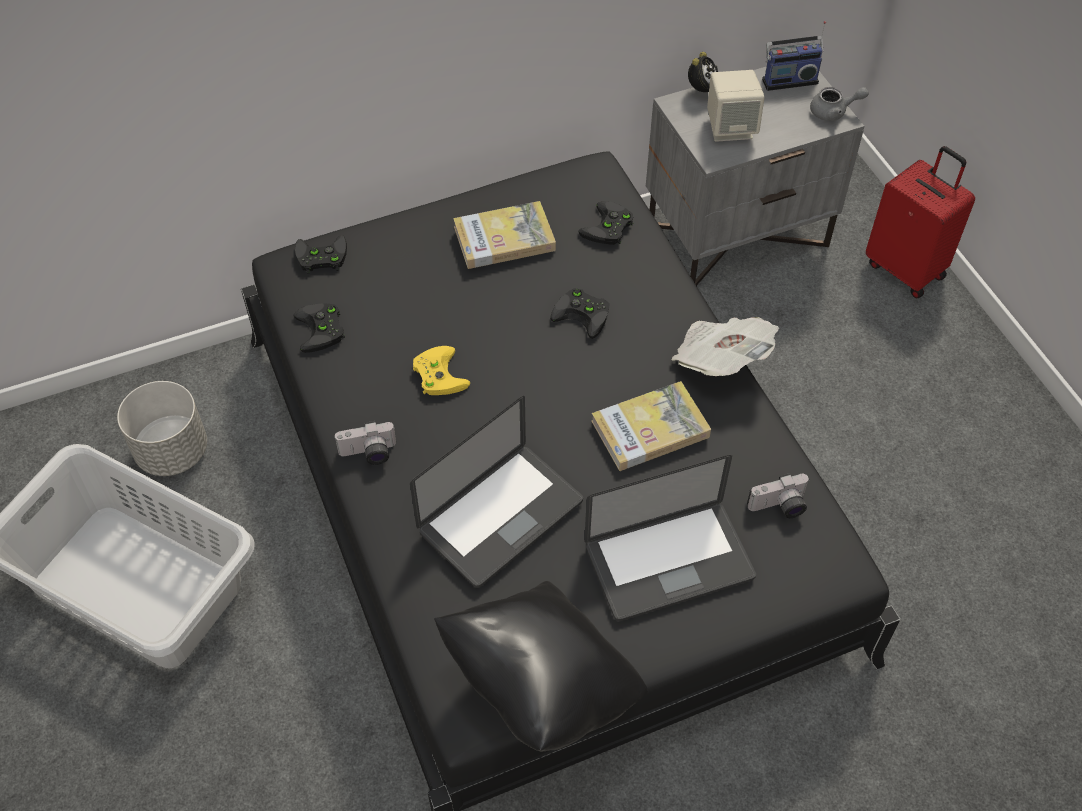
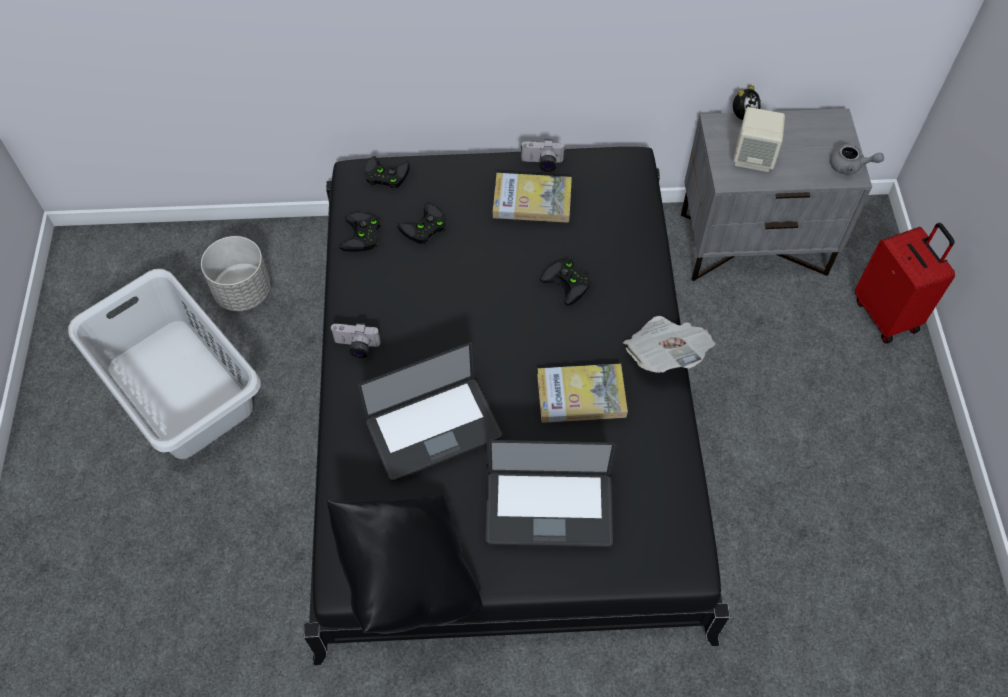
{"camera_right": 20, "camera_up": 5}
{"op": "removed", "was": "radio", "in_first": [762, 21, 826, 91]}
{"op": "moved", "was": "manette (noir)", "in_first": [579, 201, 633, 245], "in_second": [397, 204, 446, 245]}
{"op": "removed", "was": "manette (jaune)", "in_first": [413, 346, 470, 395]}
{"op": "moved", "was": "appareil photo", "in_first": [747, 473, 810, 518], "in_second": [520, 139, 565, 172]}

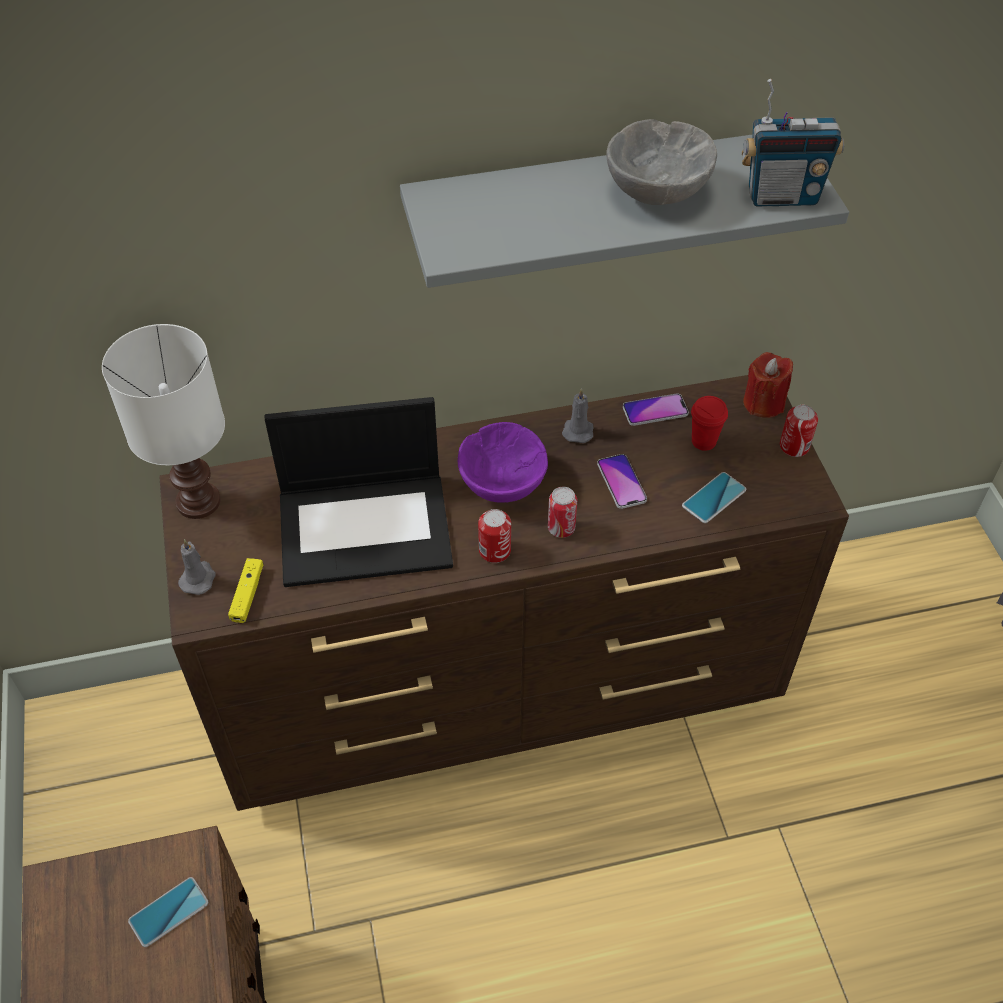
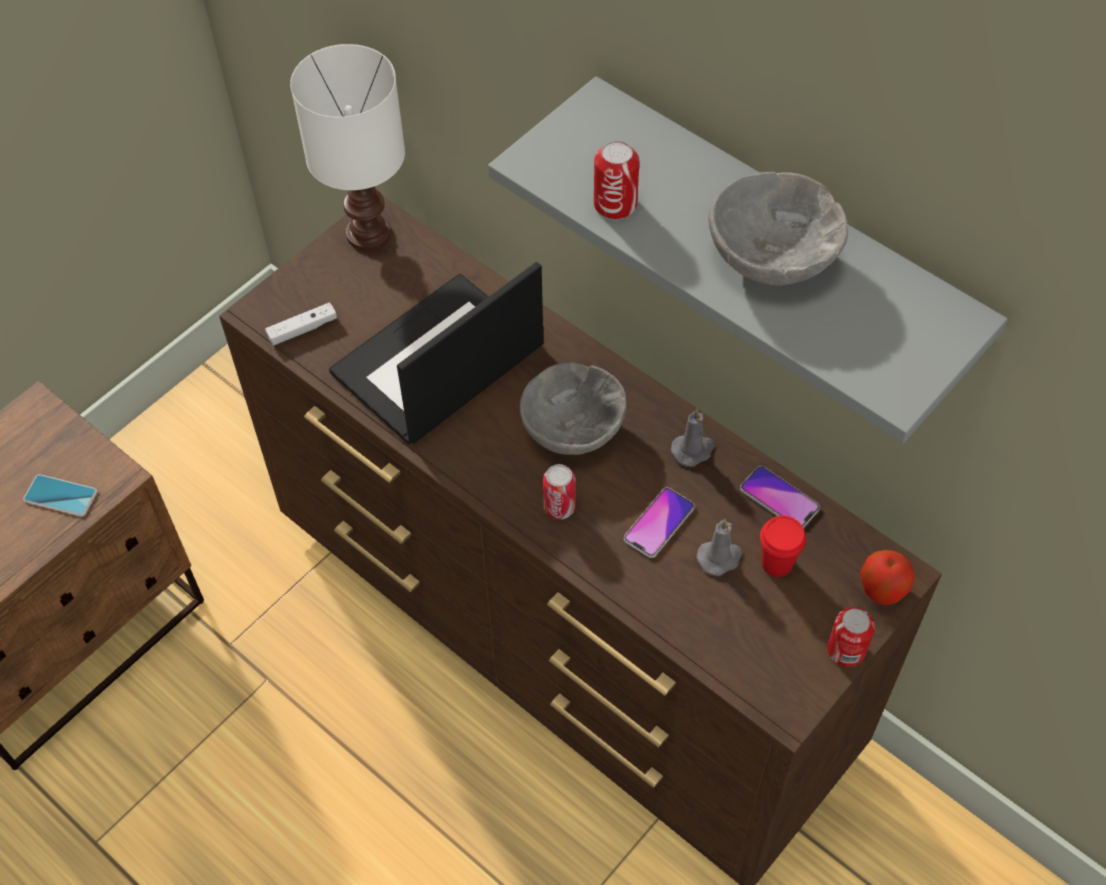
{"camera_right": 55, "camera_up": 5}
{"op": "removed", "was": "radio", "in_first": [742, 79, 844, 207]}
{"op": "replaced", "was": "bougie (rouge)", "now": "pomme", "in_first": [743, 352, 793, 418], "in_second": [860, 550, 915, 605]}
{"op": "turned", "was": "ordinateur portable", "in_first": [265, 397, 453, 587], "in_second": [329, 262, 544, 444], "clockwise": 90}
{"op": "recoloured", "was": "bol (violet)", "now": "bol (gris)", "in_first": [458, 422, 548, 503], "in_second": [520, 362, 627, 455]}
{"op": "removed", "was": "téléphone", "in_first": [682, 472, 746, 523]}
{"op": "moved", "was": "boîte métallique", "in_first": [478, 509, 511, 563], "in_second": [594, 141, 639, 220]}
{"op": "moved", "was": "bougie (gris)", "in_first": [178, 539, 216, 595], "in_second": [697, 519, 743, 576]}
{"op": "recoloured", "was": "manette (jaune)", "now": "manette (blanc)", "in_first": [228, 558, 264, 623], "in_second": [265, 302, 337, 346]}

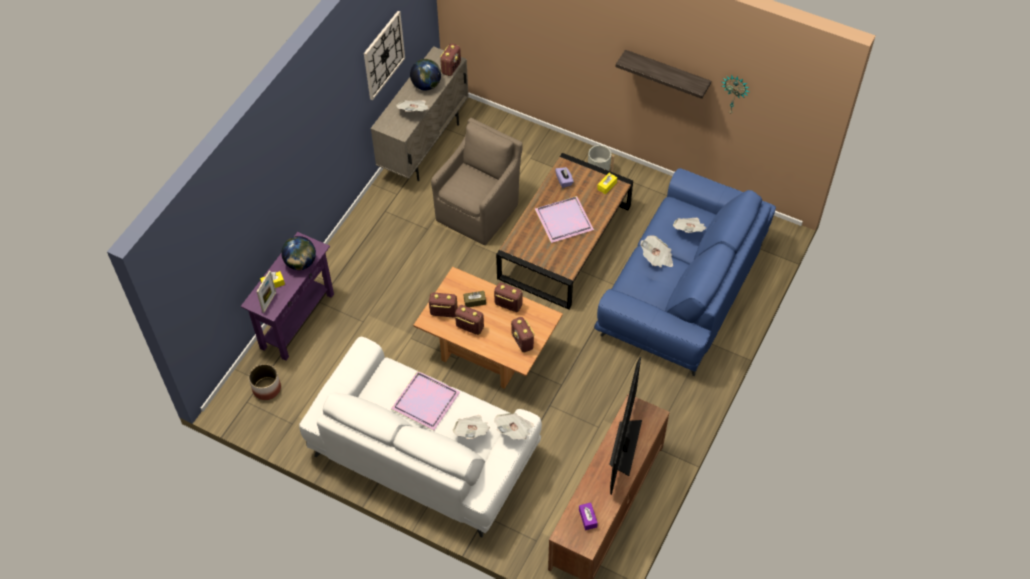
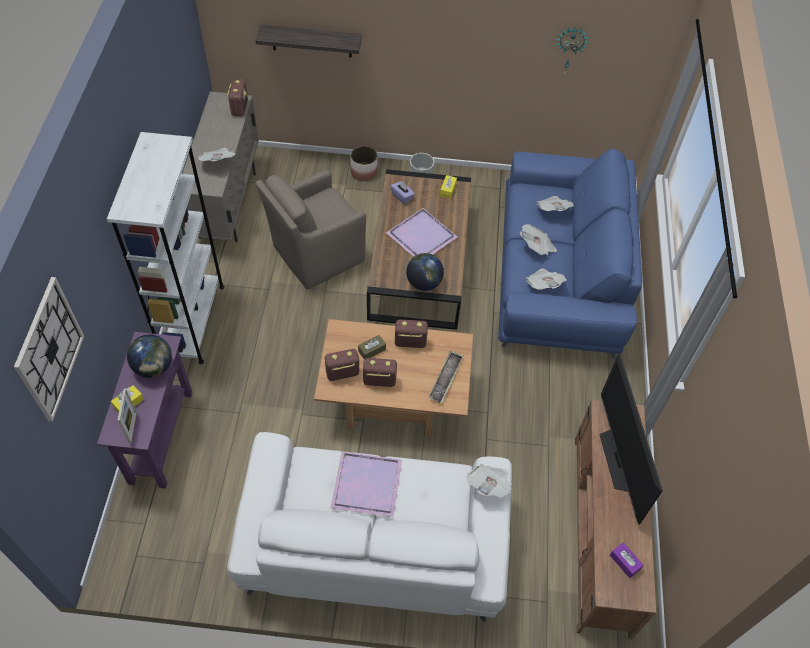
{"camera_right": -25, "camera_up": 0}
{"op": "moved", "was": "horloge murale", "in_first": [364, 11, 405, 100], "in_second": [14, 277, 84, 422]}
{"op": "moved", "was": "étagère", "in_first": [616, 50, 711, 99], "in_second": [255, 25, 362, 58]}
{"op": "moved", "was": "globe", "in_first": [410, 59, 441, 90], "in_second": [406, 253, 444, 291]}
{"op": "turned", "was": "fauteuil (marron)", "in_first": [431, 118, 523, 245], "in_second": [255, 170, 366, 289], "clockwise": -135}
{"op": "replaced", "was": "radio", "now": "plateau", "in_first": [511, 317, 535, 353], "in_second": [428, 351, 463, 403]}
{"op": "moved", "was": "cache-pot", "in_first": [249, 364, 281, 400], "in_second": [350, 146, 378, 181]}
{"op": "moved", "was": "journal", "in_first": [453, 415, 490, 439], "in_second": [526, 269, 566, 290]}
{"op": "added", "now": "bibliothèque (blanc)", "in_second": [107, 132, 224, 364]}

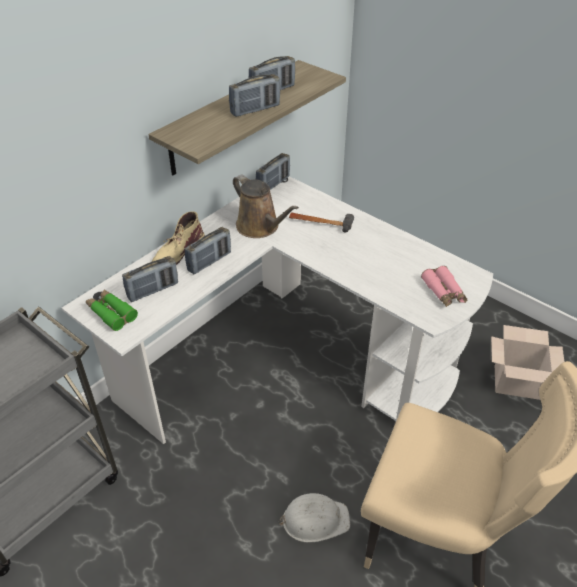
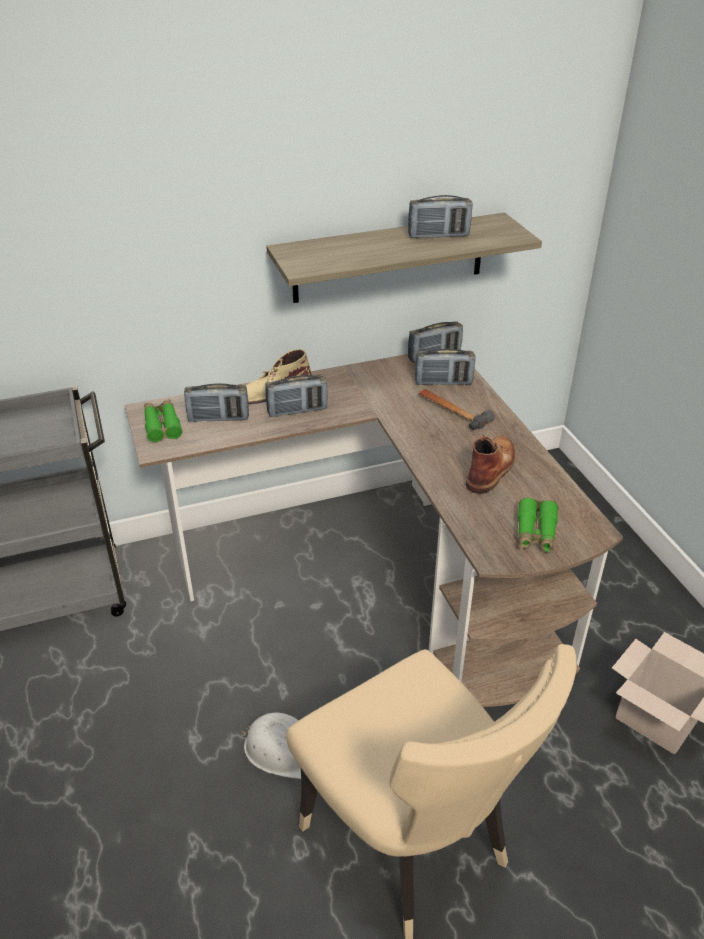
{"camera_right": 30, "camera_up": -5}
{"op": "moved", "was": "radio", "in_first": [229, 74, 280, 117], "in_second": [415, 349, 475, 385]}
{"op": "removed", "was": "arrosoir (marron)", "in_first": [233, 175, 299, 238]}
{"op": "recoloured", "was": "bureau (blanc)", "now": "bureau (marron)", "in_first": [62, 176, 493, 444], "in_second": [125, 354, 623, 707]}
{"op": "recoloured", "was": "jumelles (rose)", "now": "jumelles (vert)", "in_first": [421, 266, 467, 307], "in_second": [518, 497, 559, 553]}
{"op": "added", "now": "botte (marron)", "in_second": [466, 435, 515, 494]}

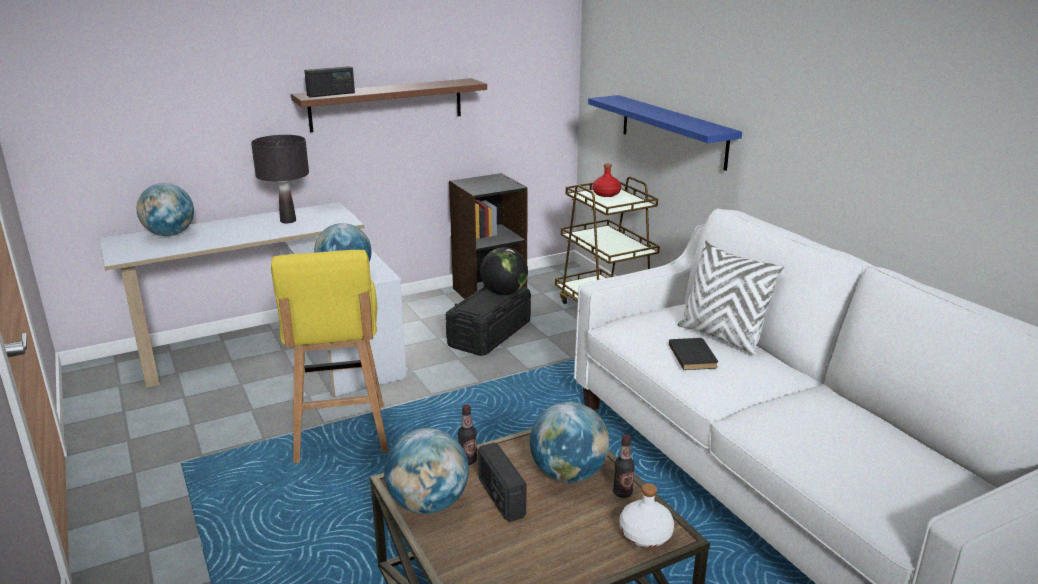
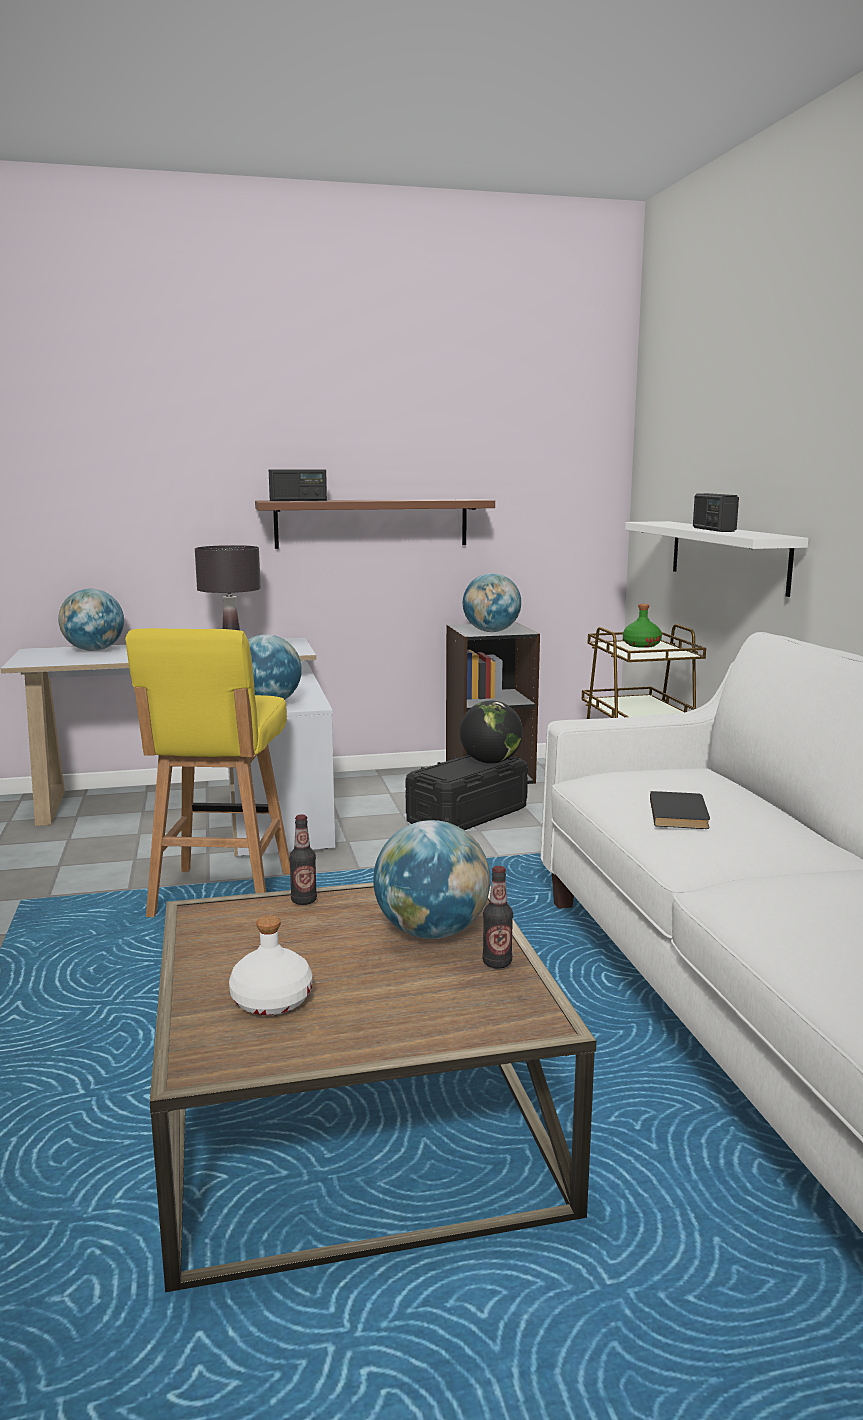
{"camera_right": 15, "camera_up": -10}
{"op": "recoloured", "was": "étagère (bleu)", "now": "étagère (blanc)", "in_first": [588, 95, 742, 171], "in_second": [625, 521, 809, 597]}
{"op": "recoloured", "was": "bouteille (rouge)", "now": "bouteille (vert)", "in_first": [593, 163, 621, 197], "in_second": [623, 604, 662, 648]}
{"op": "removed", "was": "coussin (blanc)", "in_first": [678, 240, 784, 355]}
{"op": "moved", "was": "globe", "in_first": [384, 428, 469, 514], "in_second": [463, 573, 521, 632]}
{"op": "moved", "was": "radio", "in_first": [478, 443, 526, 522], "in_second": [693, 493, 739, 532]}
{"op": "moved", "was": "bouteille (blanc)", "in_first": [620, 483, 674, 547], "in_second": [229, 916, 312, 1015]}

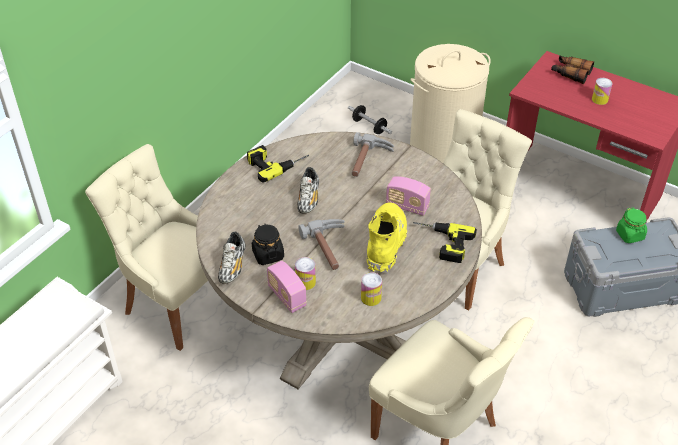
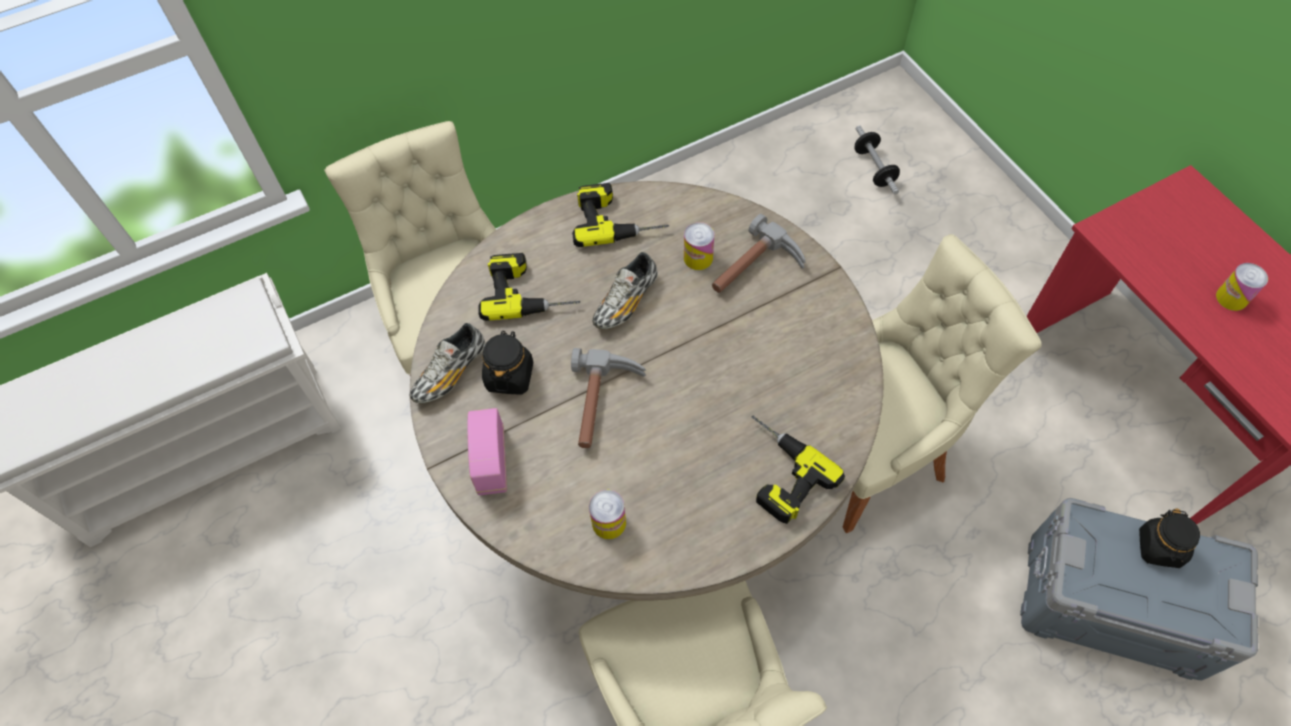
{"camera_right": 30, "camera_up": 15}
{"op": "removed", "was": "panier à linge (beige)", "in_first": [410, 44, 491, 163]}
{"op": "removed", "was": "jumelles", "in_first": [551, 55, 594, 84]}
{"op": "removed", "was": "radio", "in_first": [386, 176, 431, 216]}
{"op": "removed", "was": "botte (jaune)", "in_first": [367, 203, 407, 273]}
{"op": "recoloured", "was": "bocal (vert)", "now": "bocal (noir)", "in_first": [616, 207, 647, 243], "in_second": [1139, 509, 1200, 568]}
{"op": "moved", "was": "boîte métallique", "in_first": [295, 257, 316, 290], "in_second": [684, 222, 714, 270]}
{"op": "added", "now": "perceuse", "in_second": [478, 253, 580, 321]}

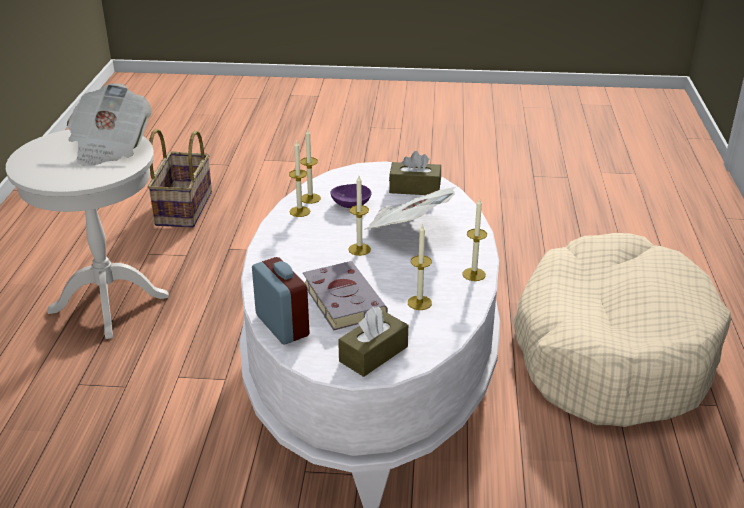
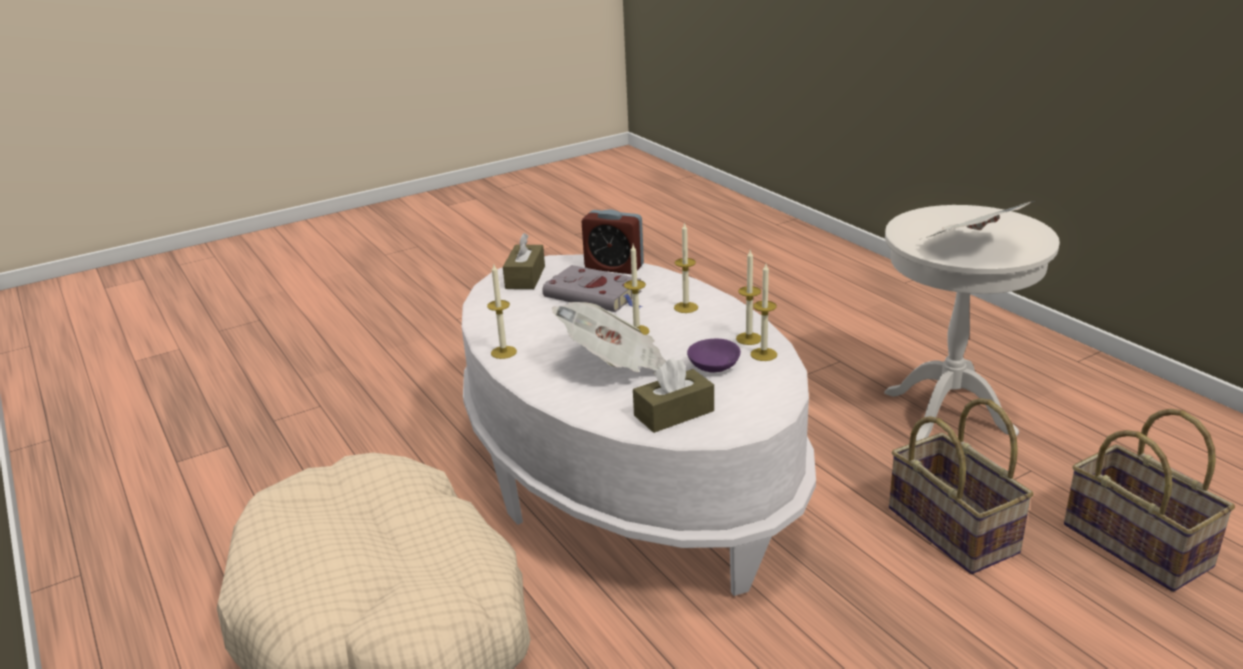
{"camera_right": 145, "camera_up": -5}
{"op": "moved", "was": "bougie", "in_first": [408, 224, 432, 310], "in_second": [674, 222, 698, 313]}
{"op": "added", "now": "panier", "in_second": [889, 398, 1033, 574]}

